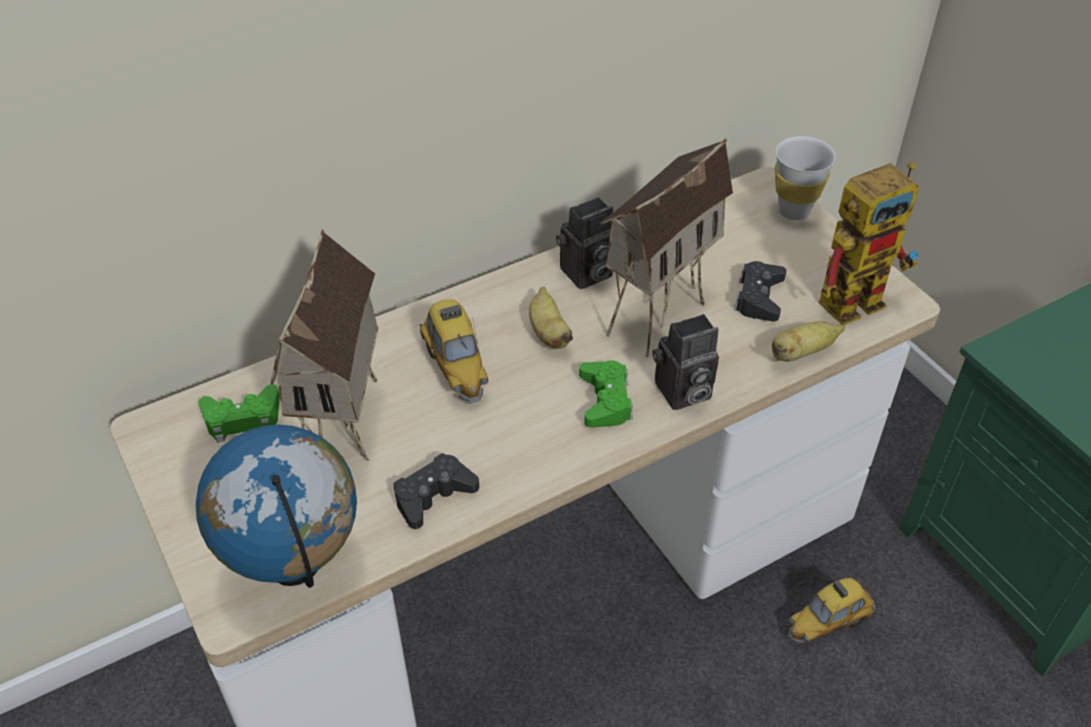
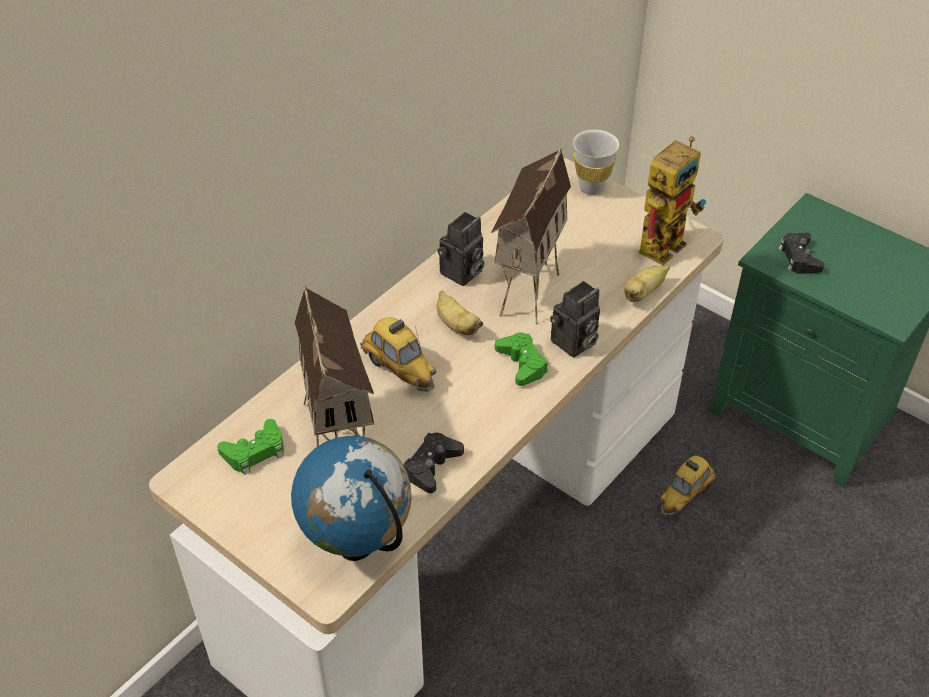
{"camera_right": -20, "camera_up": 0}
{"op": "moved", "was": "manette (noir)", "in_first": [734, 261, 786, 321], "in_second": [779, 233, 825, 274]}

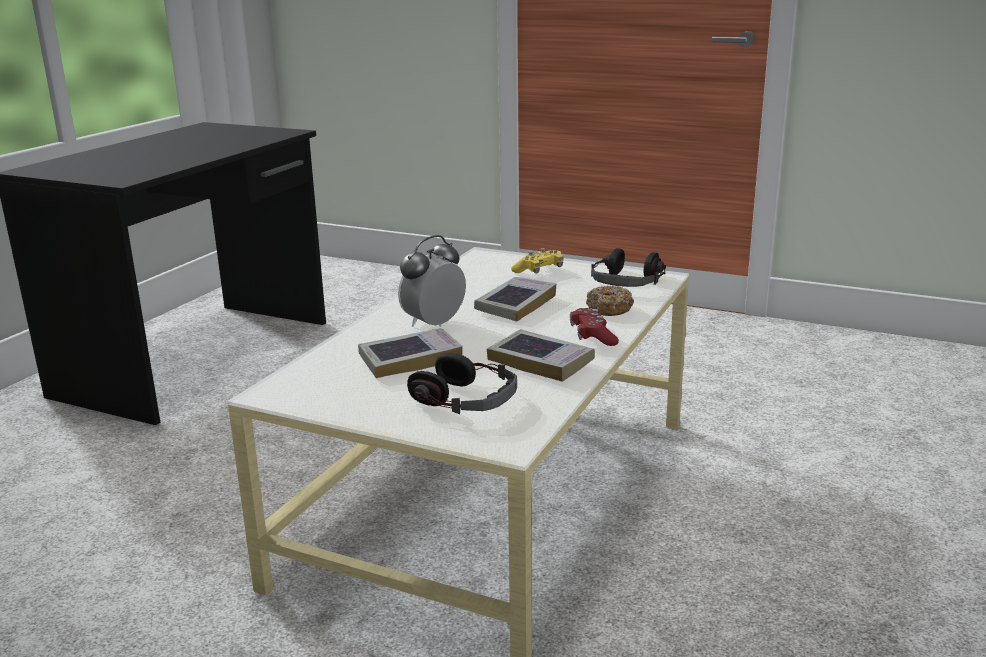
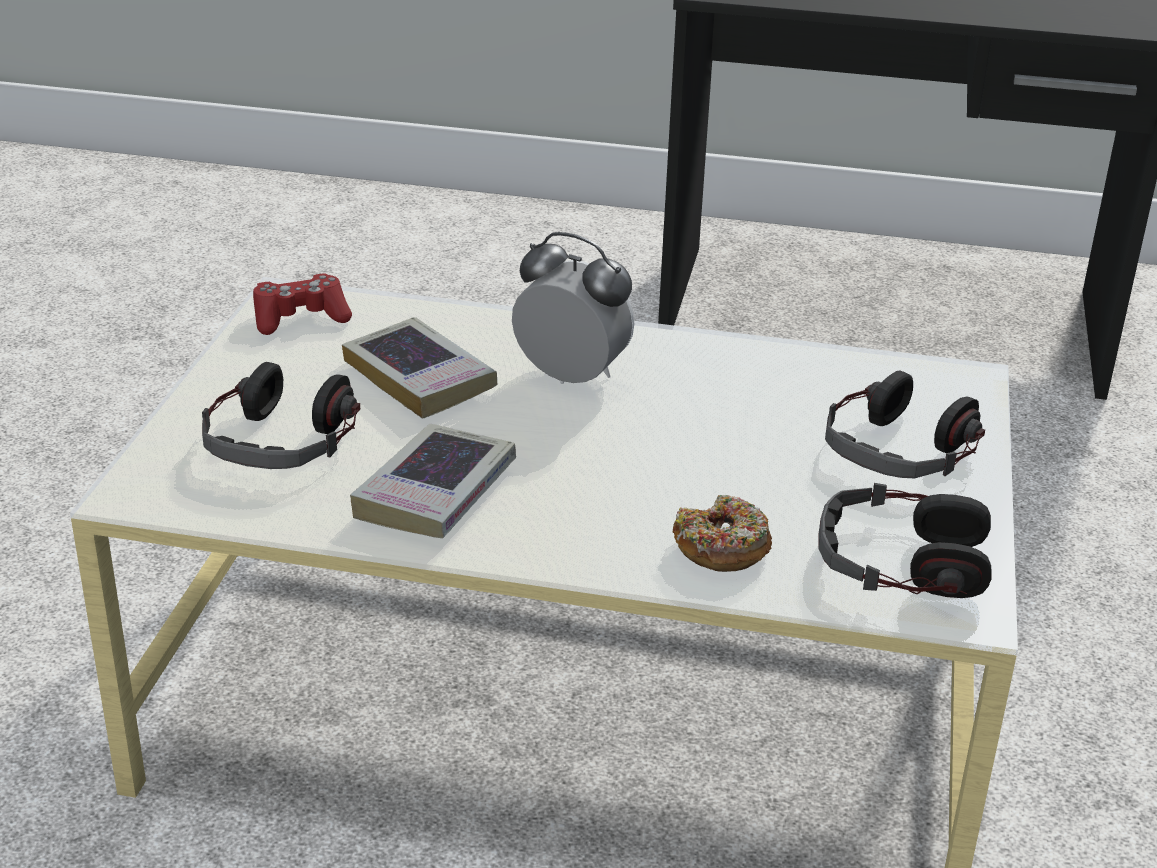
{"camera_right": 75, "camera_up": 10}
{"op": "replaced", "was": "manette (jaune)", "now": "casque audio", "in_first": [511, 248, 564, 273], "in_second": [825, 370, 985, 478]}
{"op": "removed", "was": "livre", "in_first": [474, 277, 556, 321]}
{"op": "moved", "was": "manette (rouge)", "in_first": [570, 308, 619, 346], "in_second": [253, 273, 352, 335]}

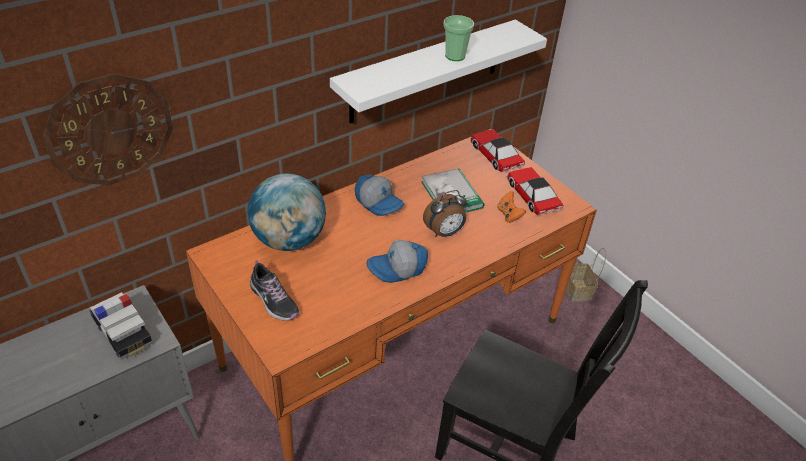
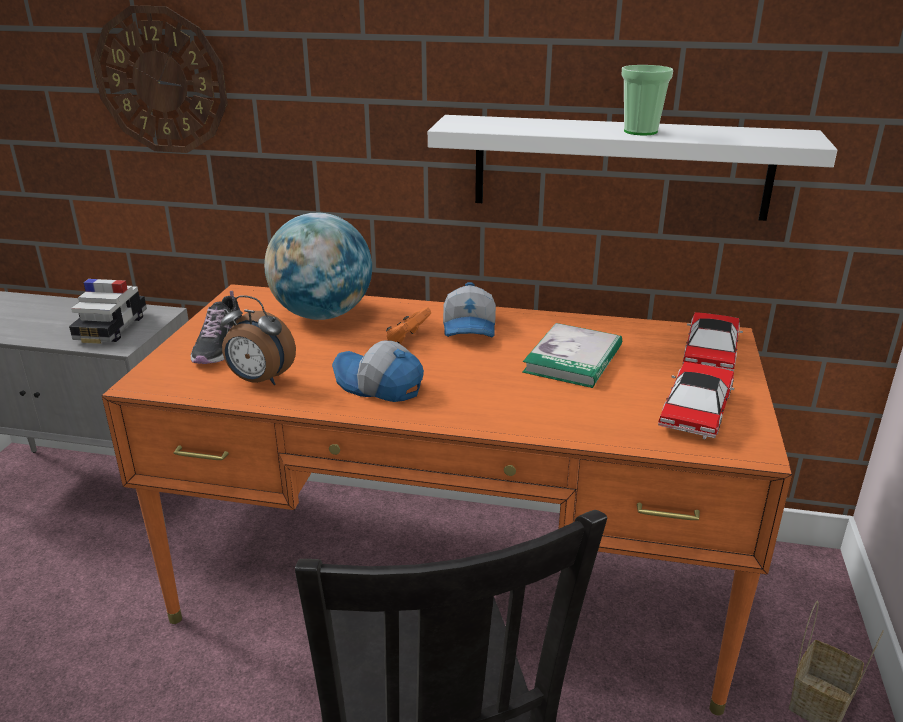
{"camera_right": 50, "camera_up": -15}
{"op": "moved", "was": "réveil", "in_first": [423, 190, 467, 237], "in_second": [221, 295, 296, 385]}
{"op": "moved", "was": "manette (orange)", "in_first": [497, 191, 526, 223], "in_second": [386, 307, 431, 344]}

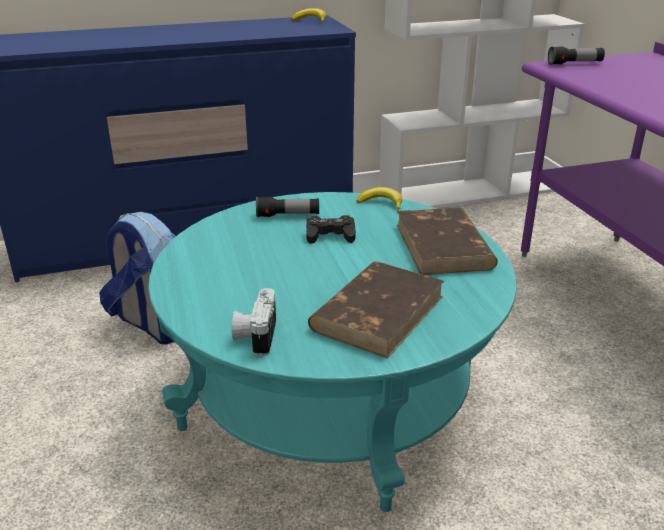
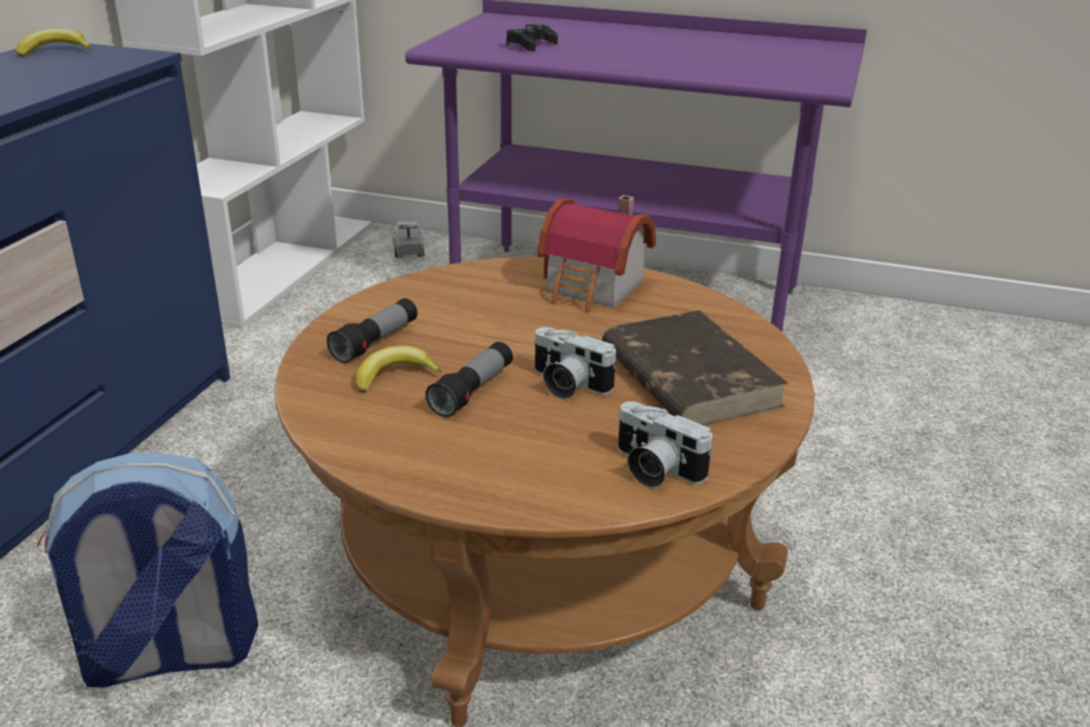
{"camera_right": -55, "camera_up": 0}
{"op": "moved", "was": "lampe de poche", "in_first": [548, 46, 605, 65], "in_second": [425, 342, 513, 418]}
{"op": "moved", "was": "banane", "in_first": [357, 187, 402, 210], "in_second": [356, 346, 442, 393]}
{"op": "recoloured", "was": "table basse (turquoise)", "now": "table basse (marron)", "in_first": [148, 192, 517, 512], "in_second": [275, 257, 815, 727]}
{"op": "replaced", "was": "livre (marron)", "now": "maison miniature", "in_first": [397, 208, 498, 275], "in_second": [537, 195, 656, 313]}
{"op": "moved", "was": "manette (noir)", "in_first": [306, 215, 356, 244], "in_second": [506, 24, 558, 52]}
{"op": "added", "now": "camion jouet", "in_second": [393, 221, 425, 258]}
{"op": "added", "now": "appareil photo", "in_second": [534, 327, 617, 399]}

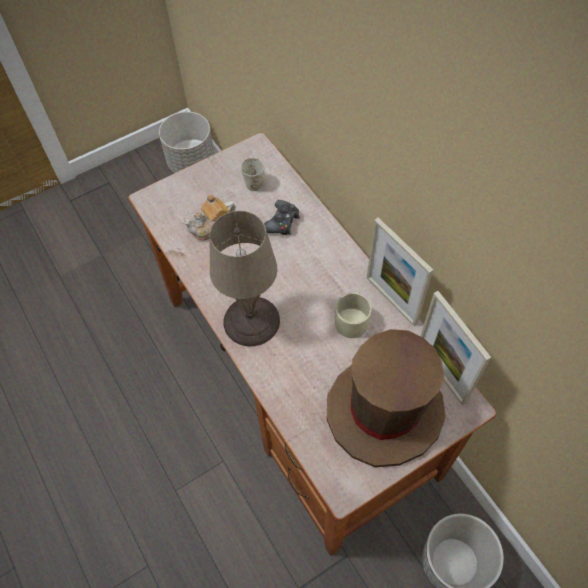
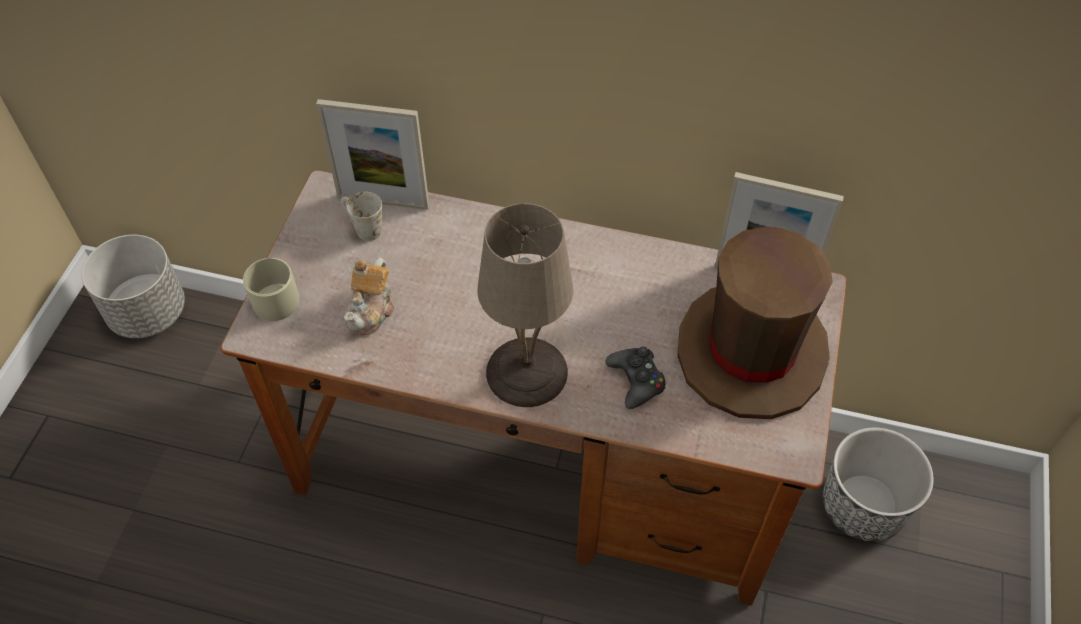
{"camera_right": -45, "camera_up": -5}
{"op": "moved", "was": "manette (noir)", "in_first": [264, 200, 300, 235], "in_second": [605, 346, 666, 409]}
{"op": "moved", "was": "cadre photo", "in_first": [367, 218, 433, 326], "in_second": [316, 99, 429, 210]}
{"op": "moved", "was": "mug (beige)", "in_first": [335, 291, 371, 338], "in_second": [243, 258, 300, 321]}

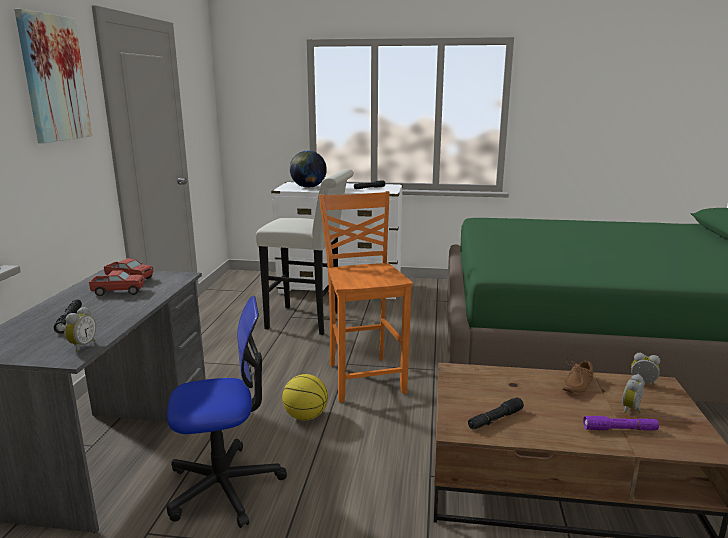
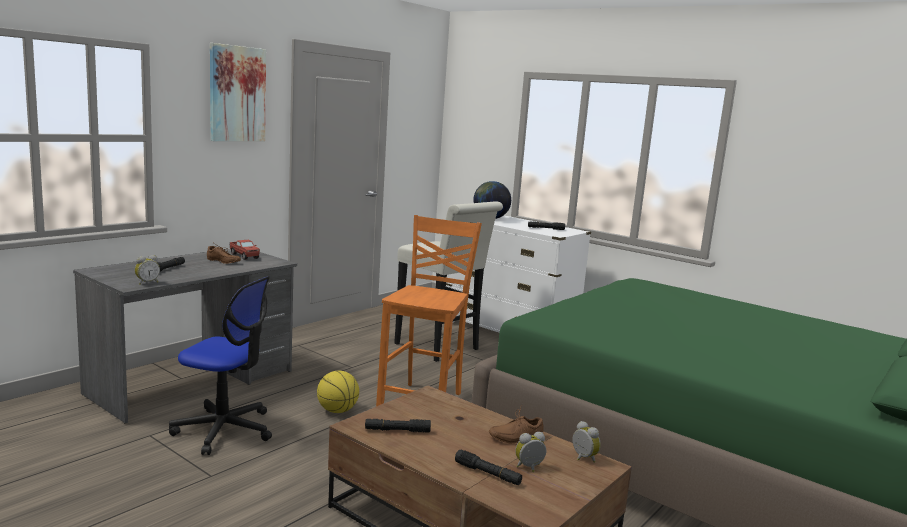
{"camera_right": 30, "camera_up": -5}
{"op": "replaced", "was": "camion jouet", "now": "chaussure (marron)", "in_first": [89, 270, 145, 296], "in_second": [207, 242, 241, 264]}
{"op": "recoloured", "was": "lampe de poche (violet)", "now": "lampe de poche (noir)", "in_first": [583, 416, 659, 431], "in_second": [455, 450, 522, 485]}

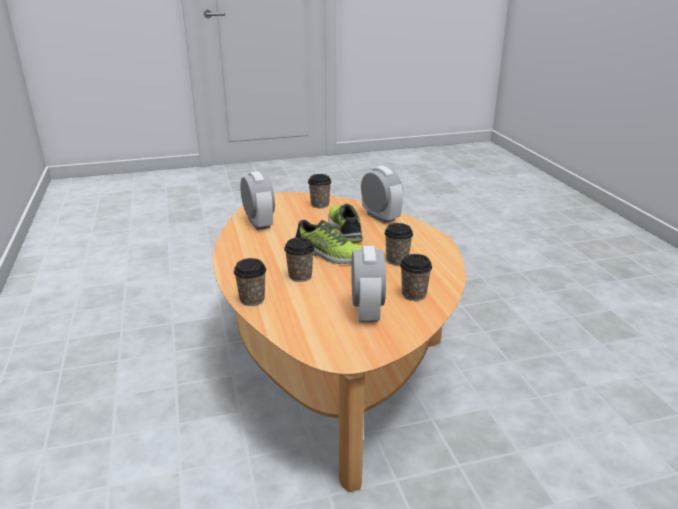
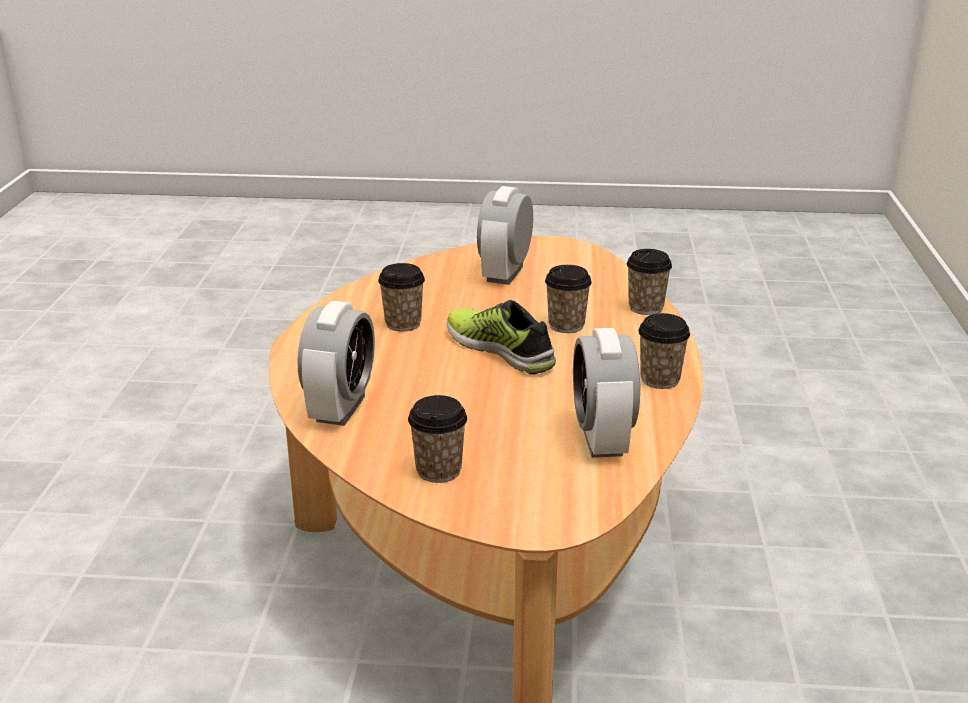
{"camera_right": -160, "camera_up": 0}
{"op": "turned", "was": "réveil", "in_first": [361, 166, 403, 224], "in_second": [297, 301, 375, 426], "clockwise": -150}
{"op": "removed", "was": "chaussure", "in_first": [328, 204, 363, 244]}
{"op": "moved", "was": "tasse", "in_first": [400, 254, 432, 301], "in_second": [638, 313, 690, 389]}

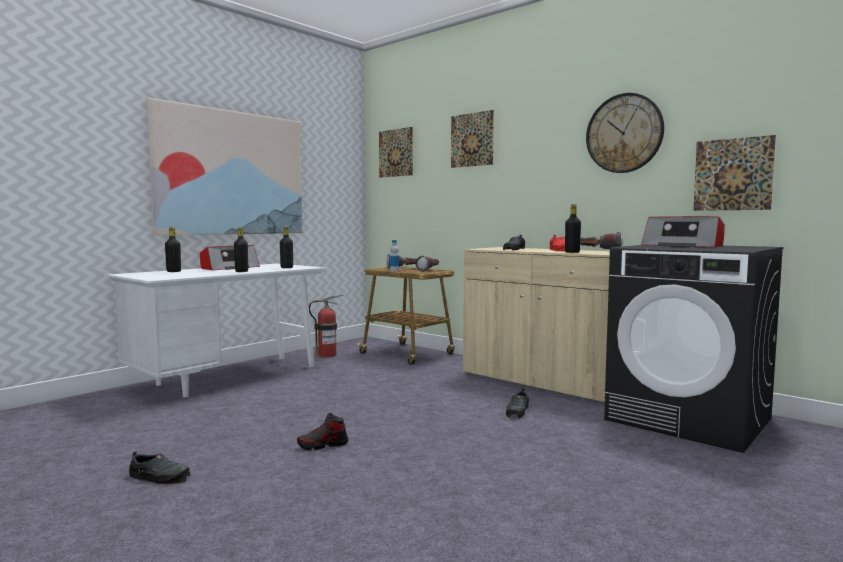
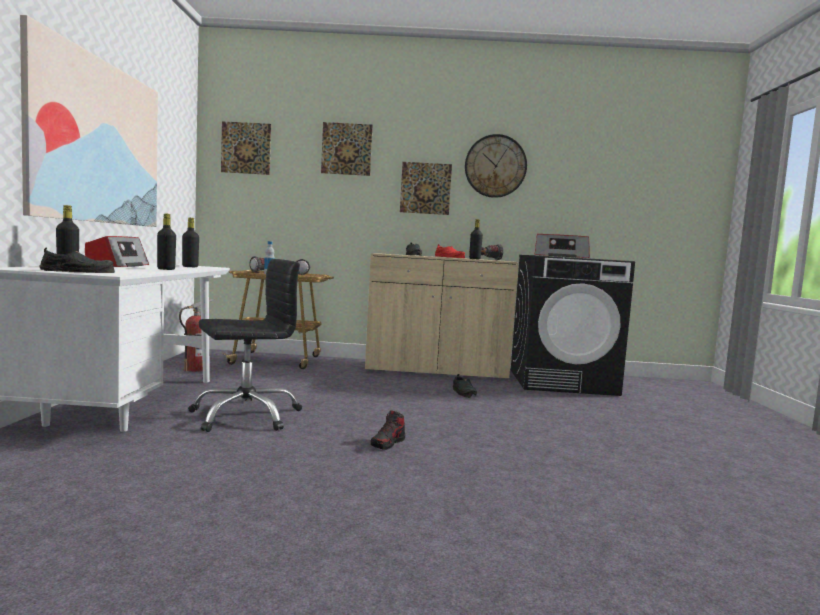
{"camera_right": -40, "camera_up": 0}
{"op": "moved", "was": "tableau", "in_first": [693, 135, 776, 211], "in_second": [400, 162, 452, 215]}
{"op": "moved", "was": "chaussure (noir)", "in_first": [129, 451, 190, 484], "in_second": [40, 248, 115, 273]}
{"op": "added", "now": "chaise de bureau (noir)", "in_second": [189, 259, 302, 432]}

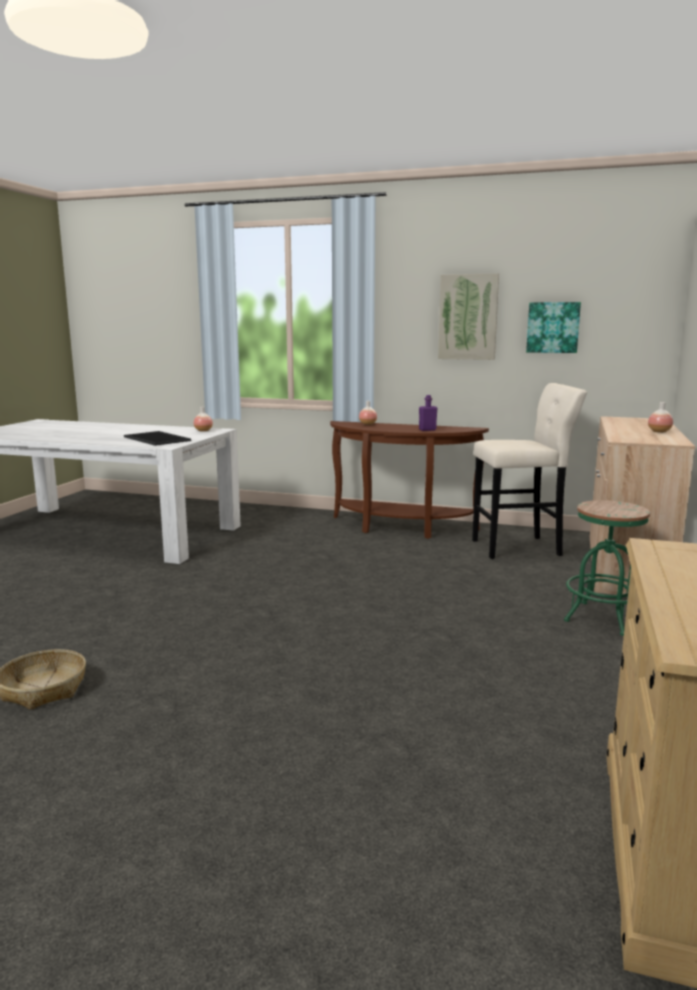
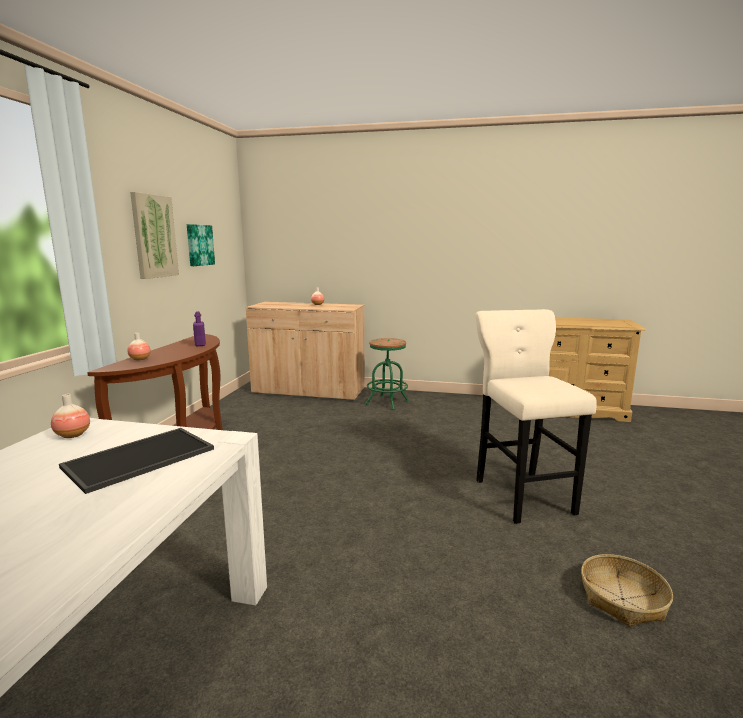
{"camera_right": -95, "camera_up": 0}
{"op": "moved", "was": "tabouret (beige)", "in_first": [472, 383, 587, 559], "in_second": [475, 309, 597, 524]}

